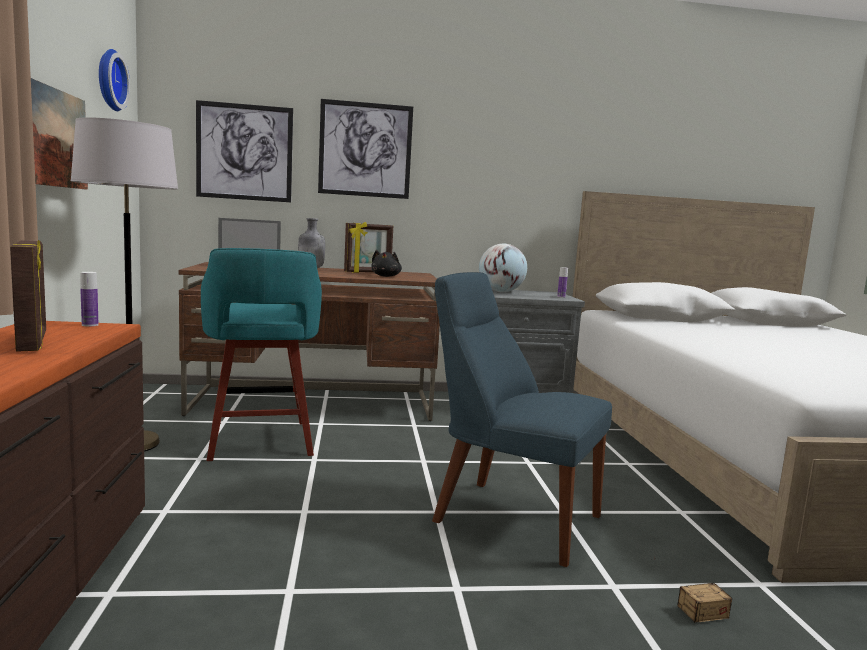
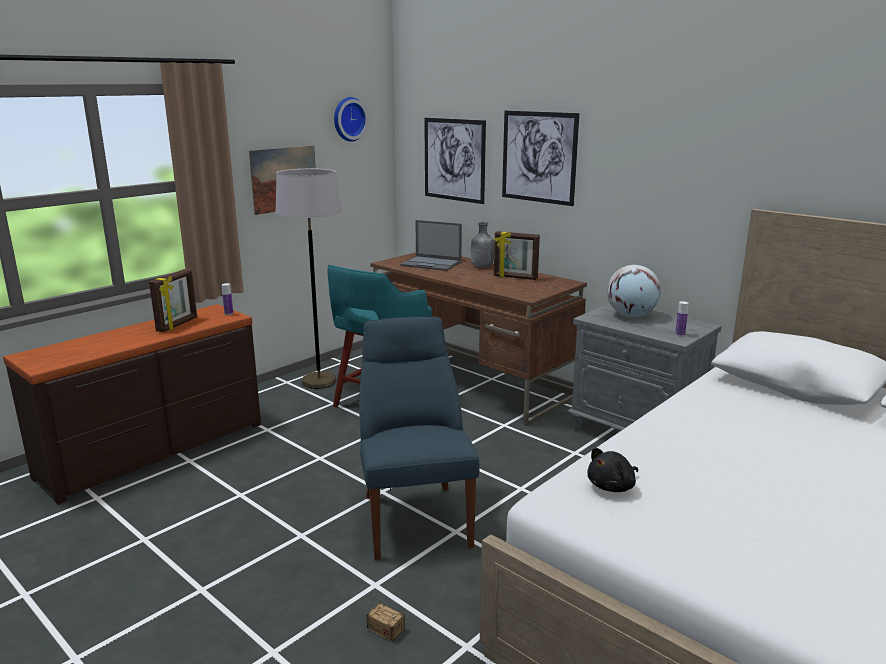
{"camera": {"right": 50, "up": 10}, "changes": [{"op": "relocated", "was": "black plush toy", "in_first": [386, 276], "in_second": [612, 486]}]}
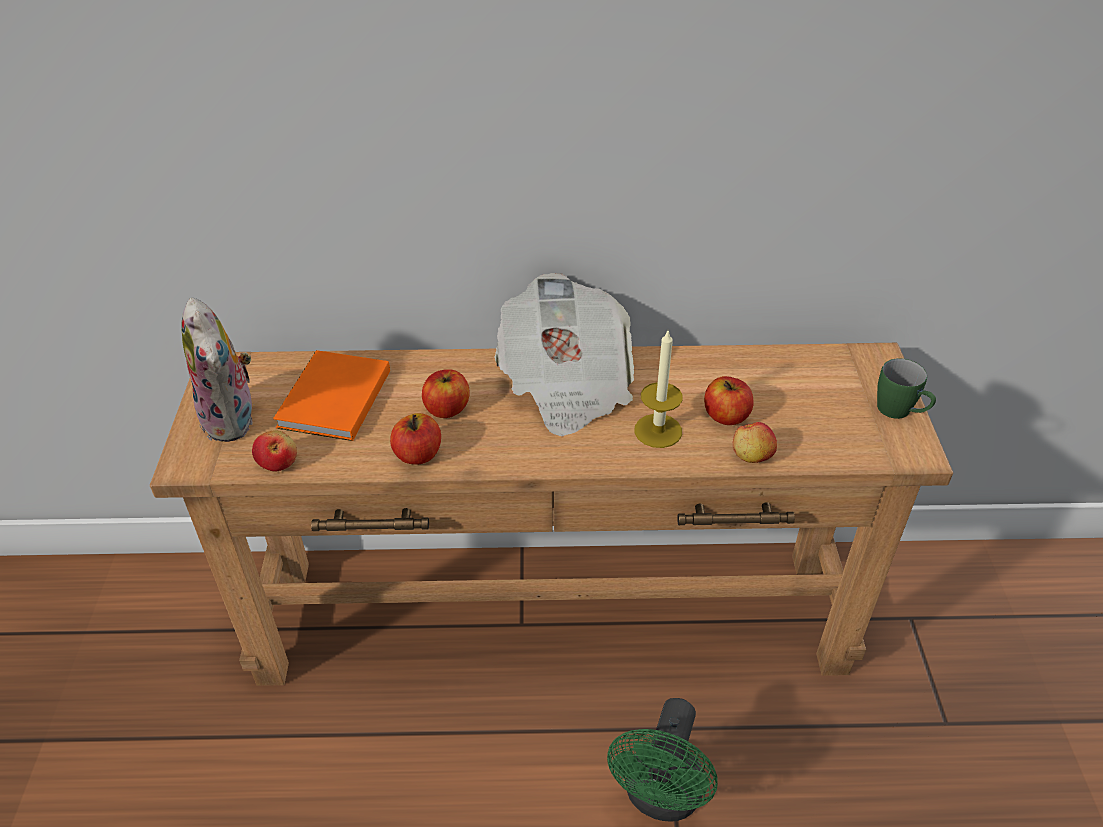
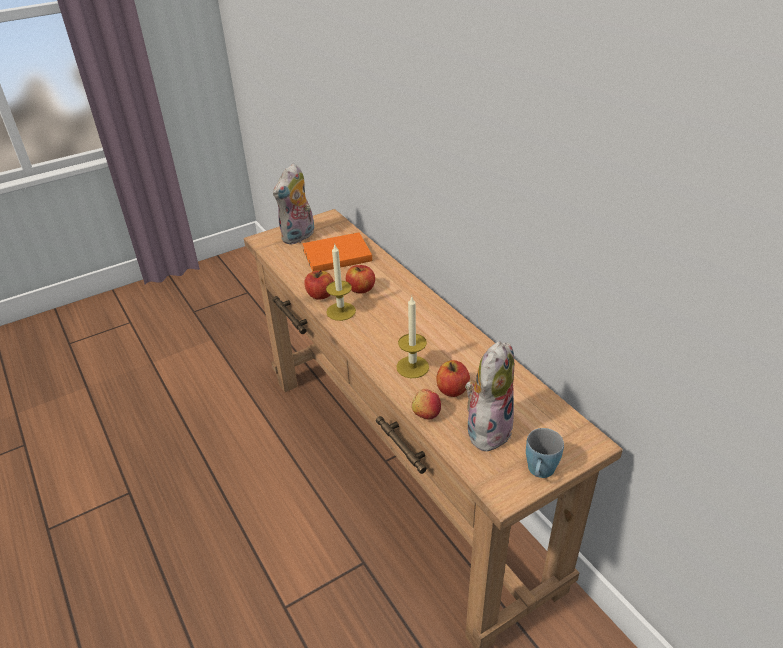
{"camera": {"right": 60, "up": -5}, "changes": [{"op": "missing", "was": "newspaper", "in_first": [566, 384]}, {"op": "colour", "was": "green mug", "now": "blue mug", "in_first": [900, 412], "in_second": [539, 472]}, {"op": "missing", "was": "apple", "in_first": [278, 462]}, {"op": "missing", "was": "green fan", "in_first": [661, 798]}, {"op": "appeared", "now": "candle", "in_second": [341, 311]}, {"op": "appeared", "now": "plush toy", "in_second": [487, 428]}]}
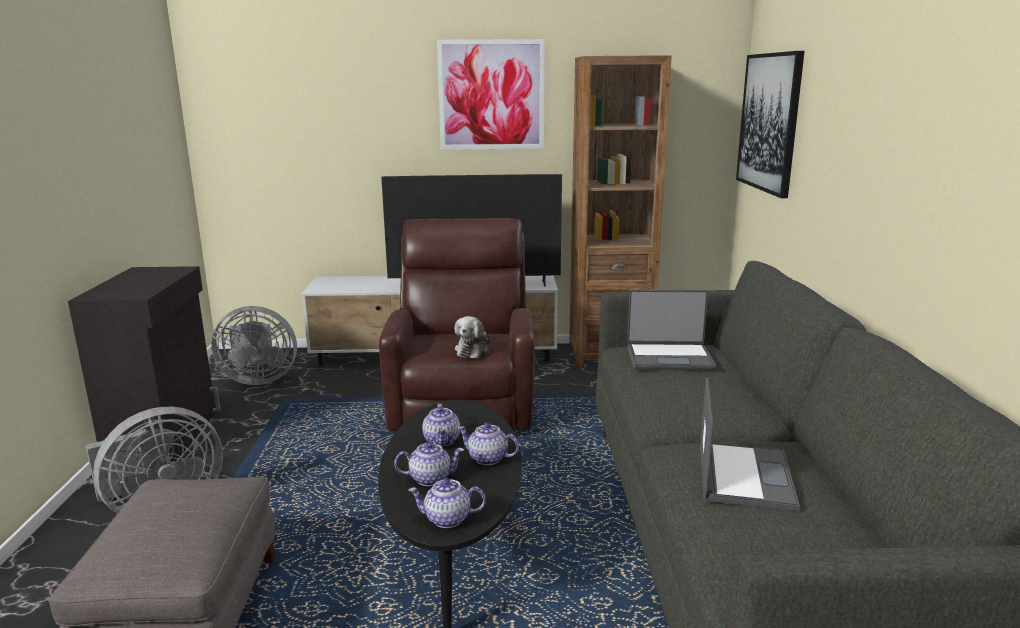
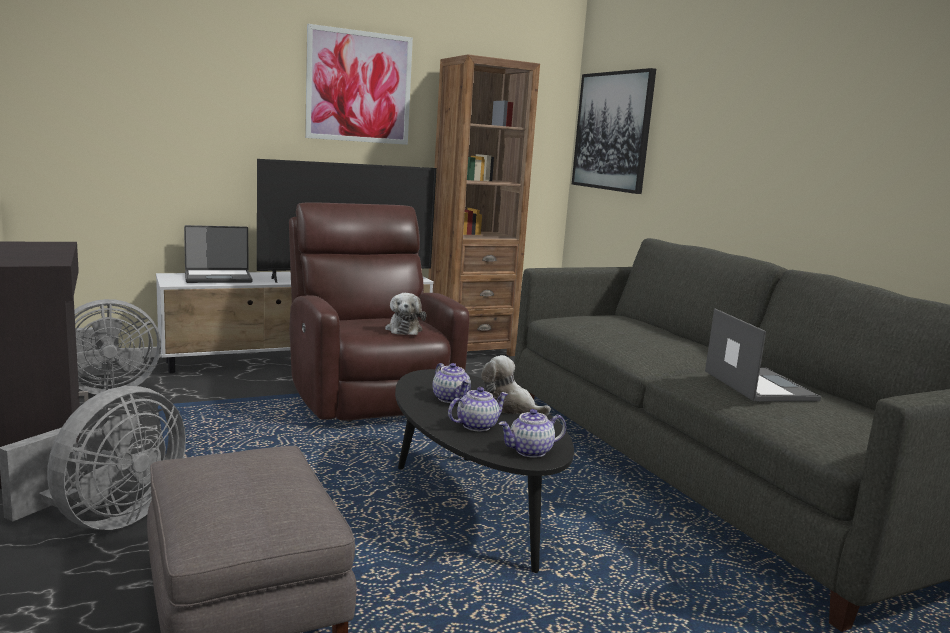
{"camera": {"right": -25, "up": -5}, "changes": [{"op": "relocated", "was": "laptop", "in_first": [669, 358], "in_second": [218, 278]}, {"op": "exchanged", "was": "teapot", "now": "plush toy", "in_first": [487, 459], "in_second": [509, 408]}]}
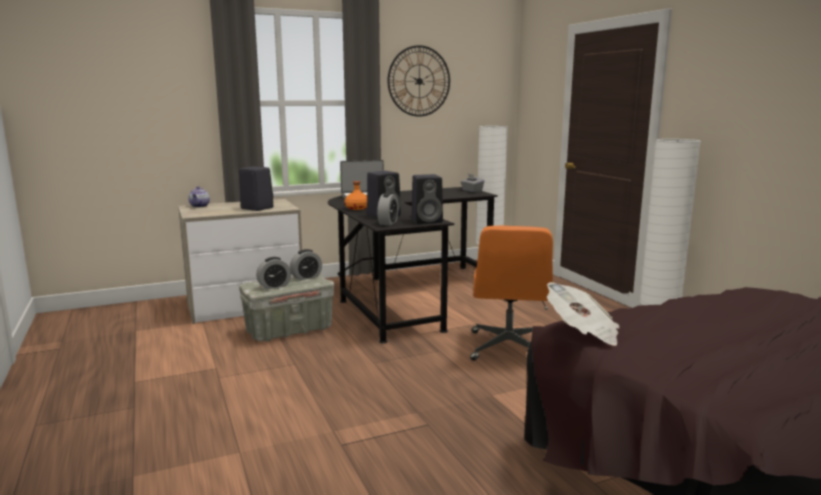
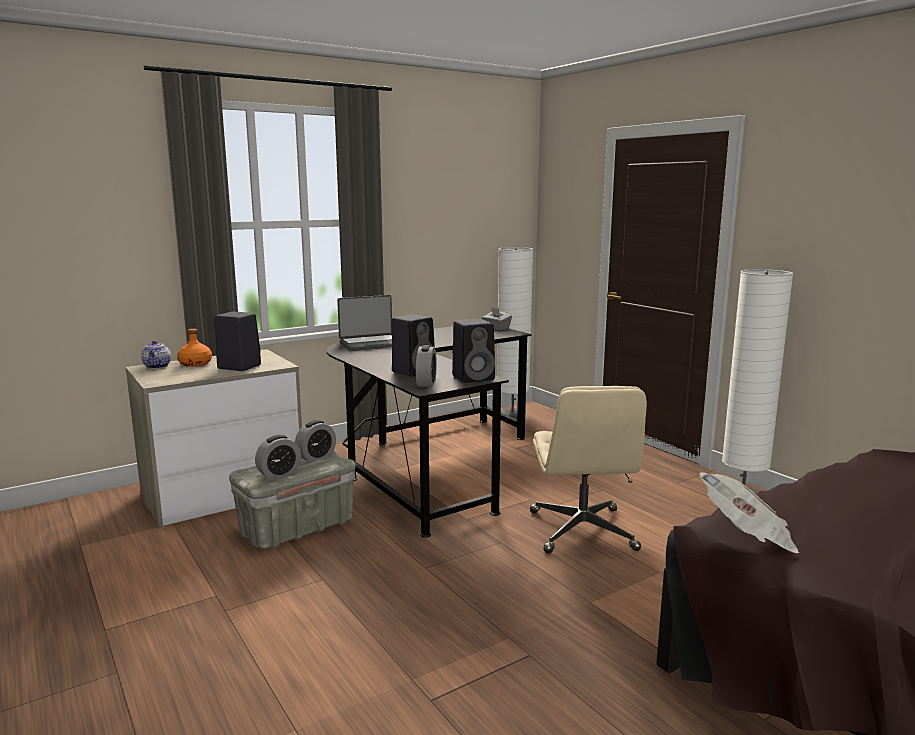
{"camera": {"right": -10, "up": 0}, "changes": [{"op": "missing", "was": "wall clock", "in_first": [419, 81]}, {"op": "relocated", "was": "orange bottle", "in_first": [357, 208], "in_second": [195, 364]}, {"op": "colour", "was": "orange office chair", "now": "beige office chair", "in_first": [508, 348], "in_second": [582, 531]}]}
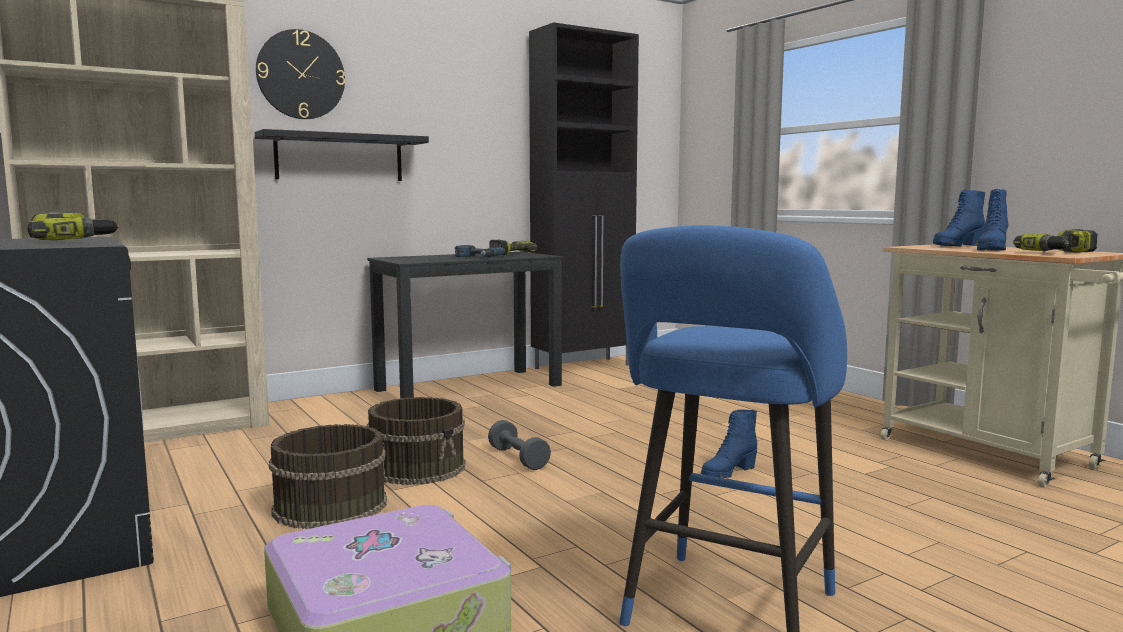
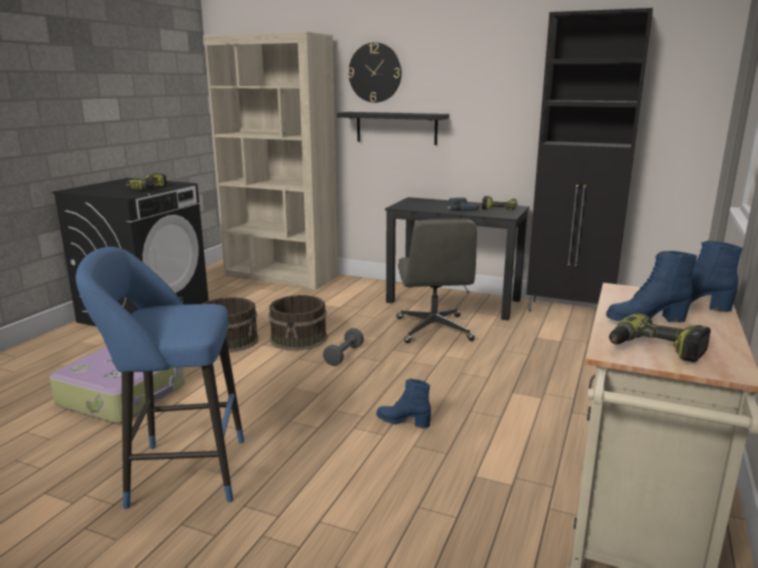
{"camera": {"right": 55, "up": 10}, "changes": [{"op": "appeared", "now": "grey office chair", "in_second": [434, 329]}]}
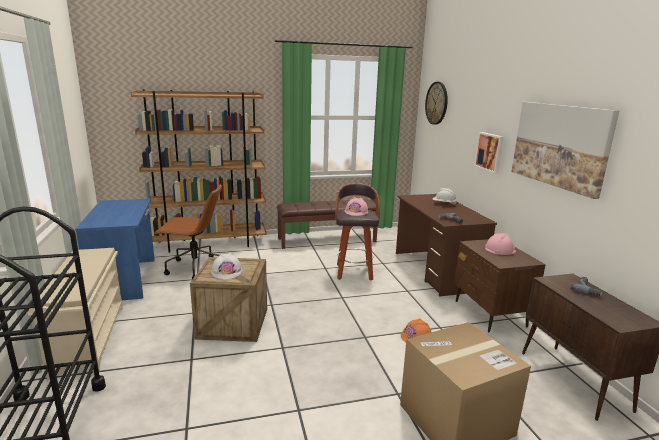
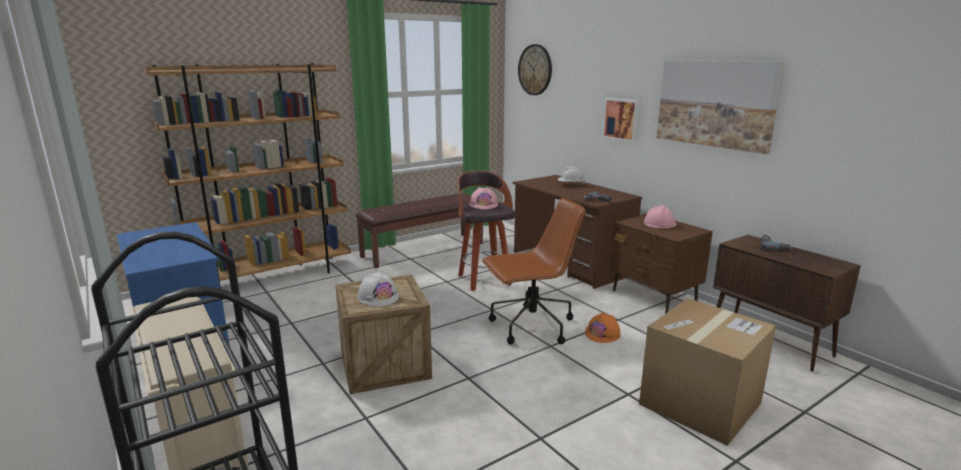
{"camera": {"right": -20, "up": 0}, "changes": [{"op": "relocated", "was": "brown office chair", "in_first": [194, 268], "in_second": [530, 327]}]}
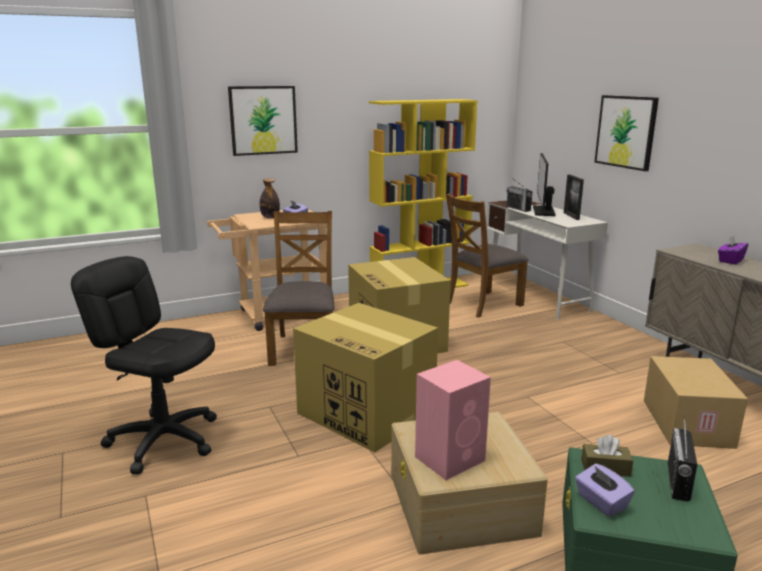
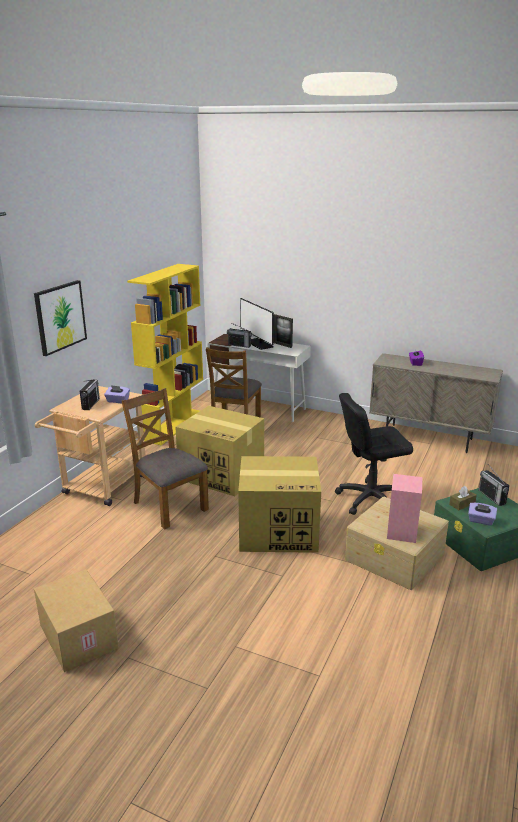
{"camera": {"right": -40, "up": 5}, "changes": [{"op": "missing", "was": "picture", "in_first": [626, 132]}, {"op": "exchanged", "was": "bottle", "now": "radio", "in_first": [270, 217], "in_second": [91, 404]}, {"op": "relocated", "was": "black office chair", "in_first": [164, 440], "in_second": [370, 499]}, {"op": "relocated", "was": "cardboard box", "in_first": [685, 422], "in_second": [77, 636]}]}
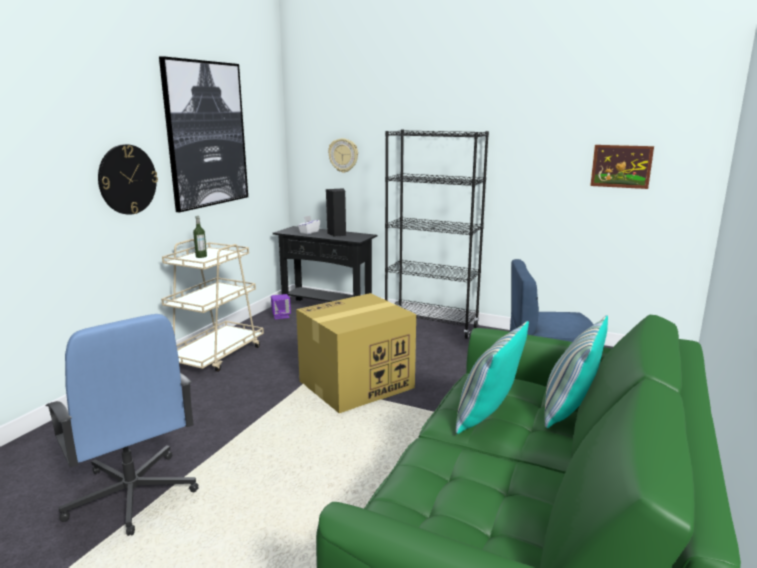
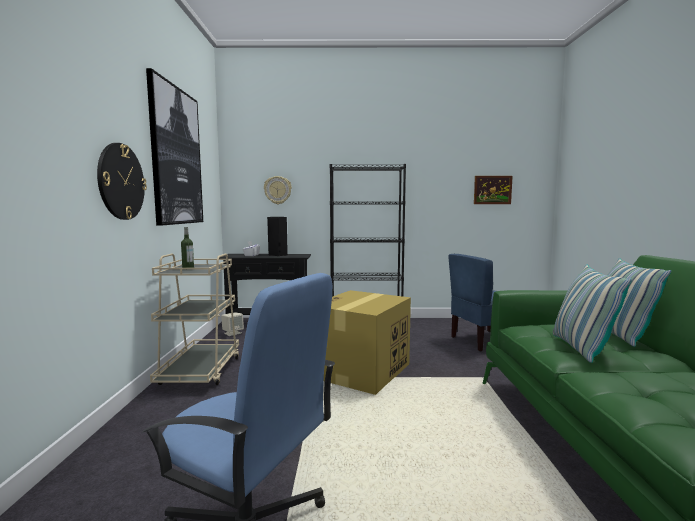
{"camera": {"right": -25, "up": -10}, "changes": [{"op": "colour", "was": "purple speaker", "now": "beige speaker", "in_first": [281, 316], "in_second": [232, 333]}]}
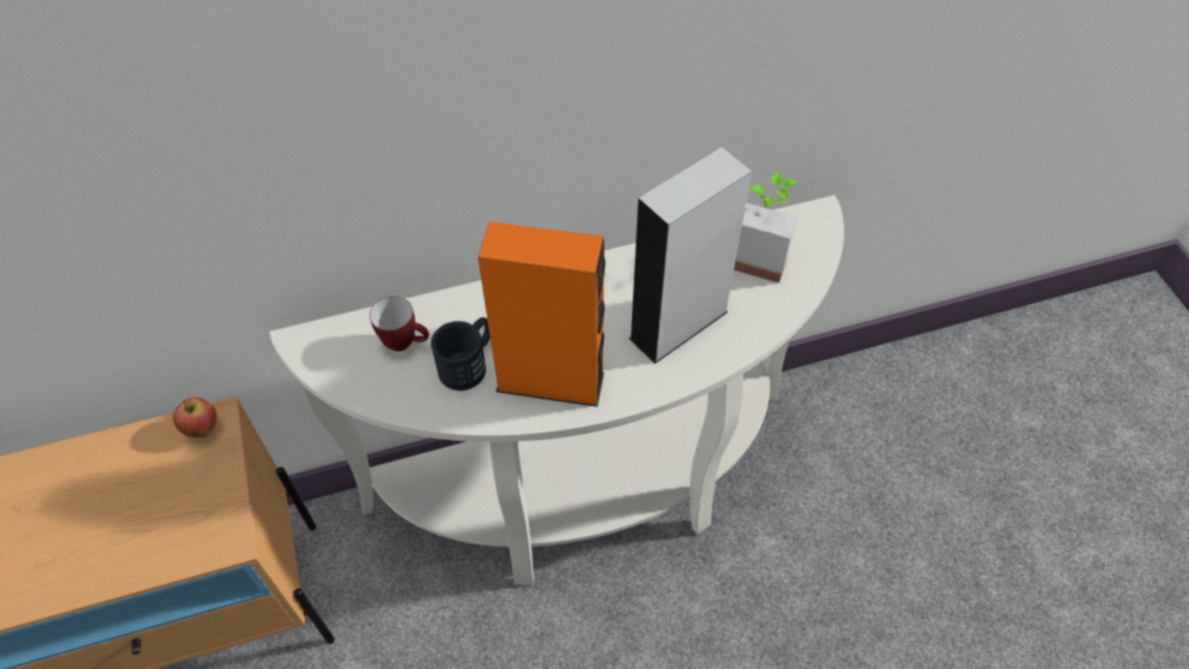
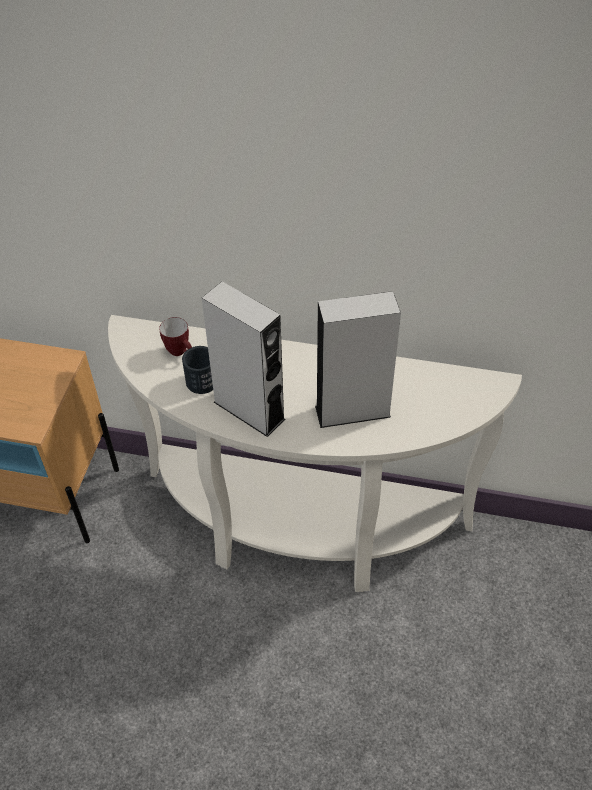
{"camera": {"right": 30, "up": -5}, "changes": [{"op": "missing", "was": "potted plant", "in_first": [758, 255]}, {"op": "colour", "was": "orange speaker", "now": "grey speaker", "in_first": [550, 382], "in_second": [249, 410]}, {"op": "missing", "was": "apple", "in_first": [202, 429]}]}
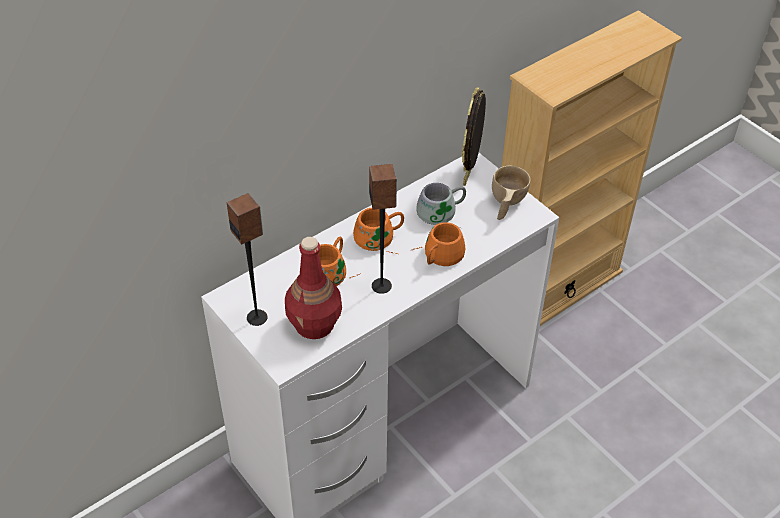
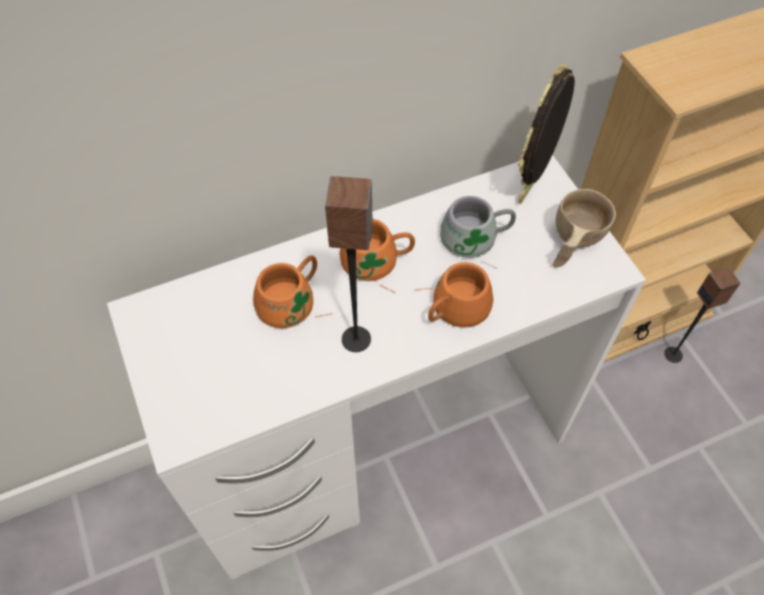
{"camera": {"right": 15, "up": 10}, "changes": [{"op": "relocated", "was": "speaker", "in_first": [257, 317], "in_second": [673, 354]}, {"op": "missing", "was": "red bottle", "in_first": [315, 324]}]}
